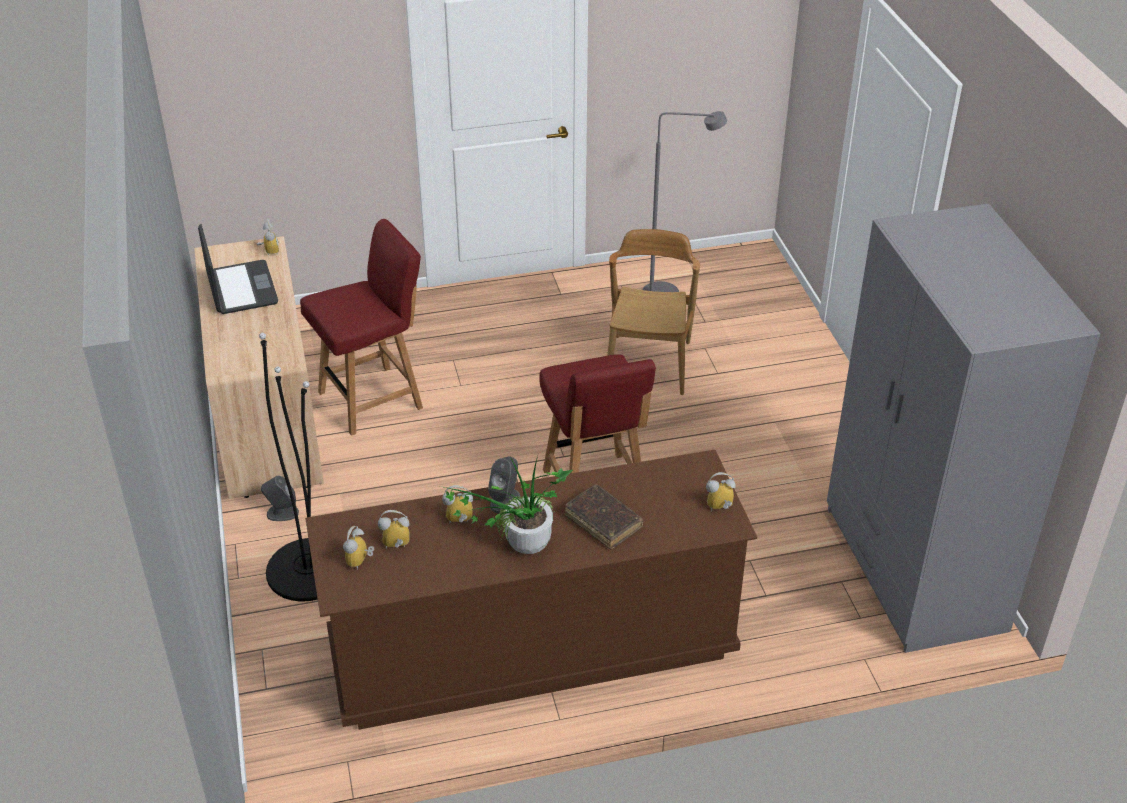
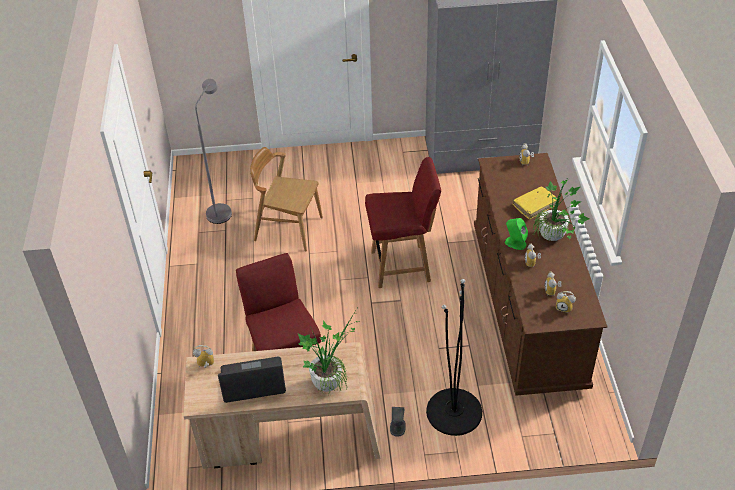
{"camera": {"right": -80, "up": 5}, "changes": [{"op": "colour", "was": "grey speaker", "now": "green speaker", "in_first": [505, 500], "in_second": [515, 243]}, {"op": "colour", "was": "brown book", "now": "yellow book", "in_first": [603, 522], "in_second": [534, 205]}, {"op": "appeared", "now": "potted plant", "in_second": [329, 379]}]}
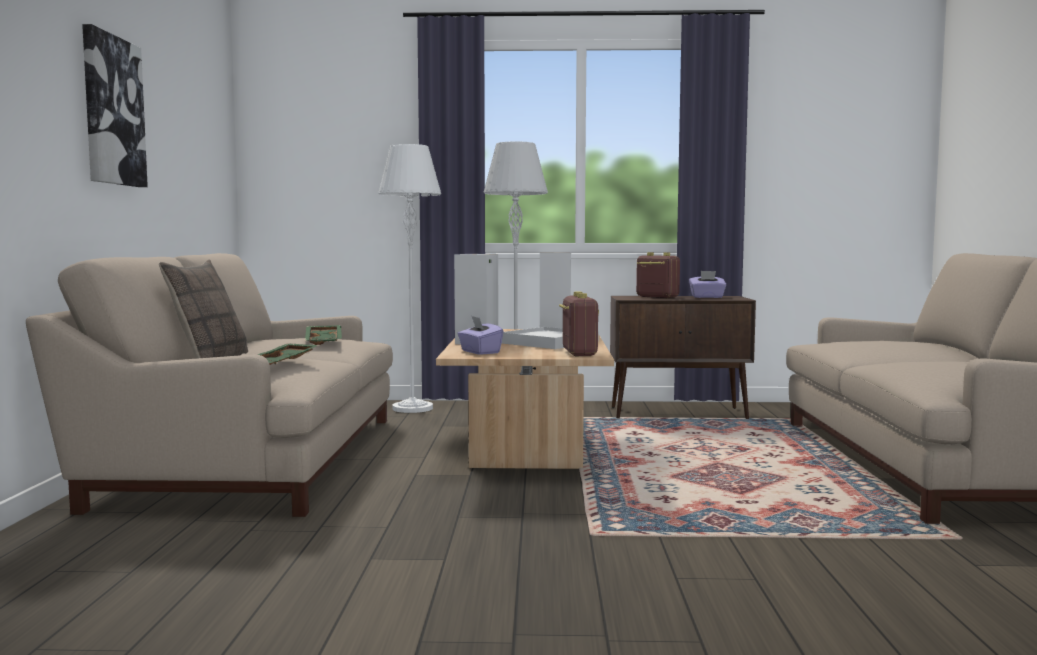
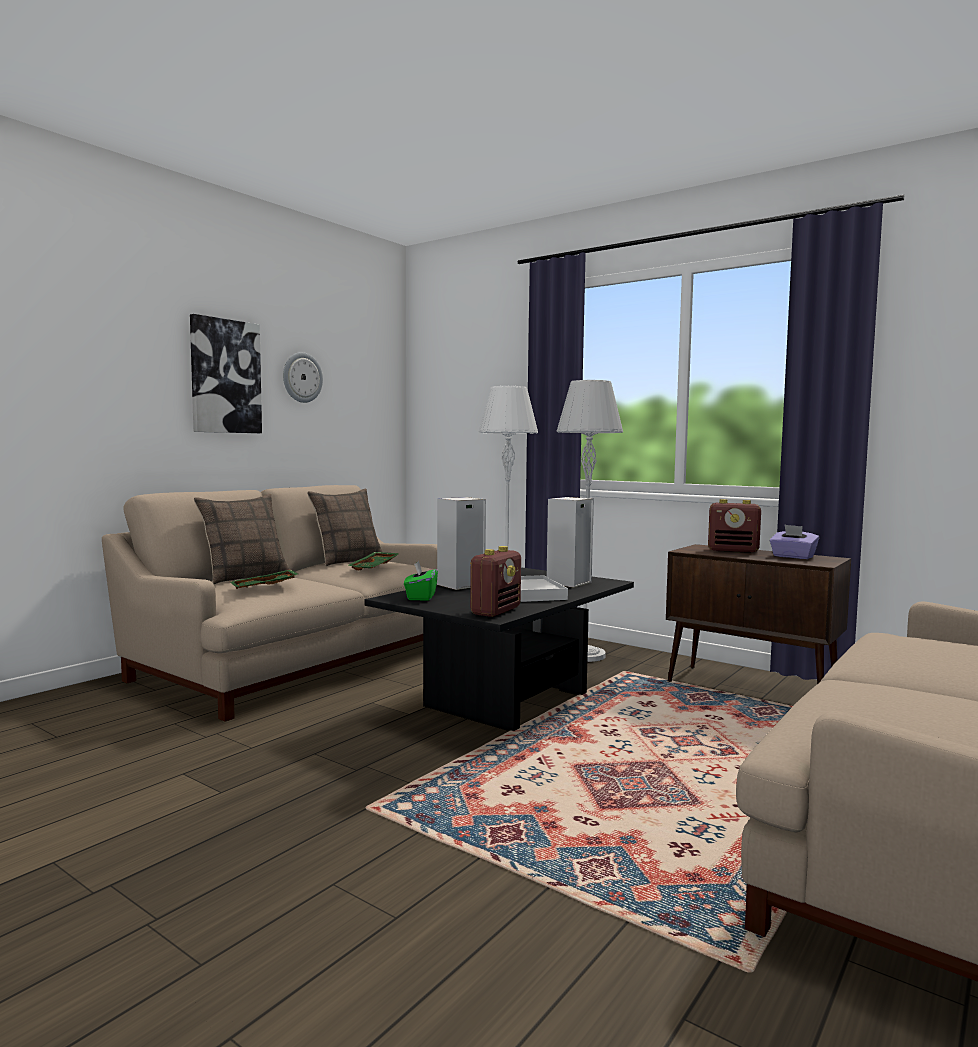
{"camera": {"right": 35, "up": 0}, "changes": [{"op": "spun", "was": "radio", "in_first": [656, 297], "in_second": [733, 551], "clockwise": 120}, {"op": "colour", "was": "purple tissue box", "now": "green tissue box", "in_first": [479, 352], "in_second": [420, 597]}, {"op": "colour", "was": "beige coffee table", "now": "black coffee table", "in_first": [527, 450], "in_second": [507, 699]}, {"op": "appeared", "now": "wall clock", "in_second": [302, 377]}, {"op": "appeared", "now": "pillow", "in_second": [347, 560]}]}
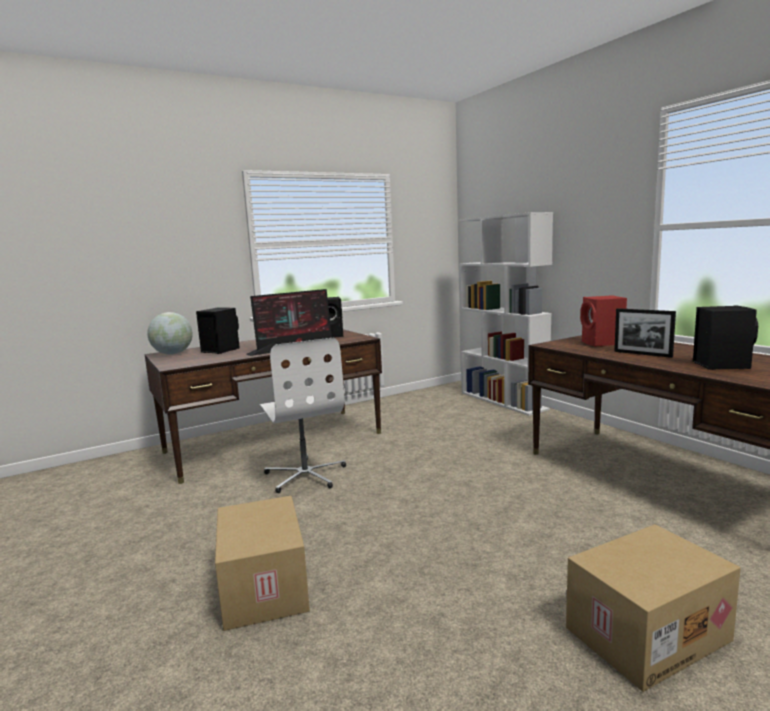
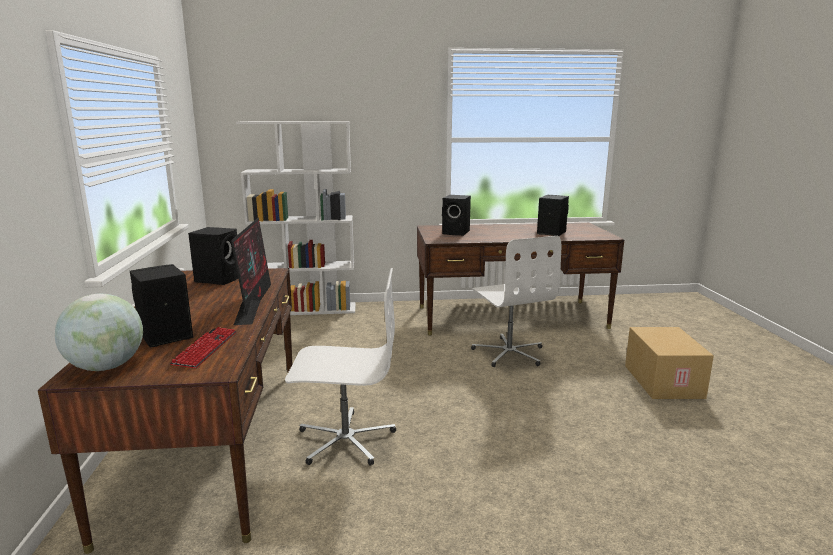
{"camera": {"right": -65, "up": 5}, "changes": [{"op": "colour", "was": "red speaker", "now": "black speaker", "in_first": [602, 343], "in_second": [457, 232]}, {"op": "missing", "was": "picture frame", "in_first": [642, 354]}, {"op": "missing", "was": "cardboard box", "in_first": [266, 587]}, {"op": "appeared", "now": "white office chair", "in_second": [509, 353]}, {"op": "appeared", "now": "keyboard", "in_second": [205, 348]}]}
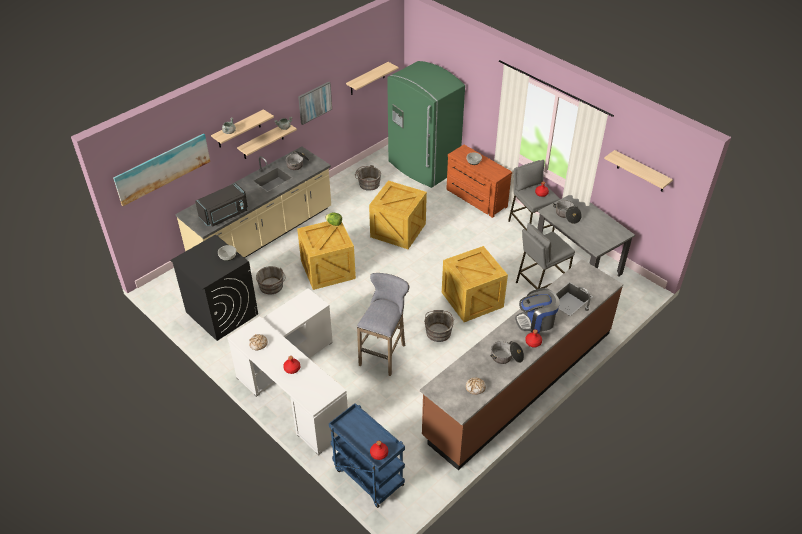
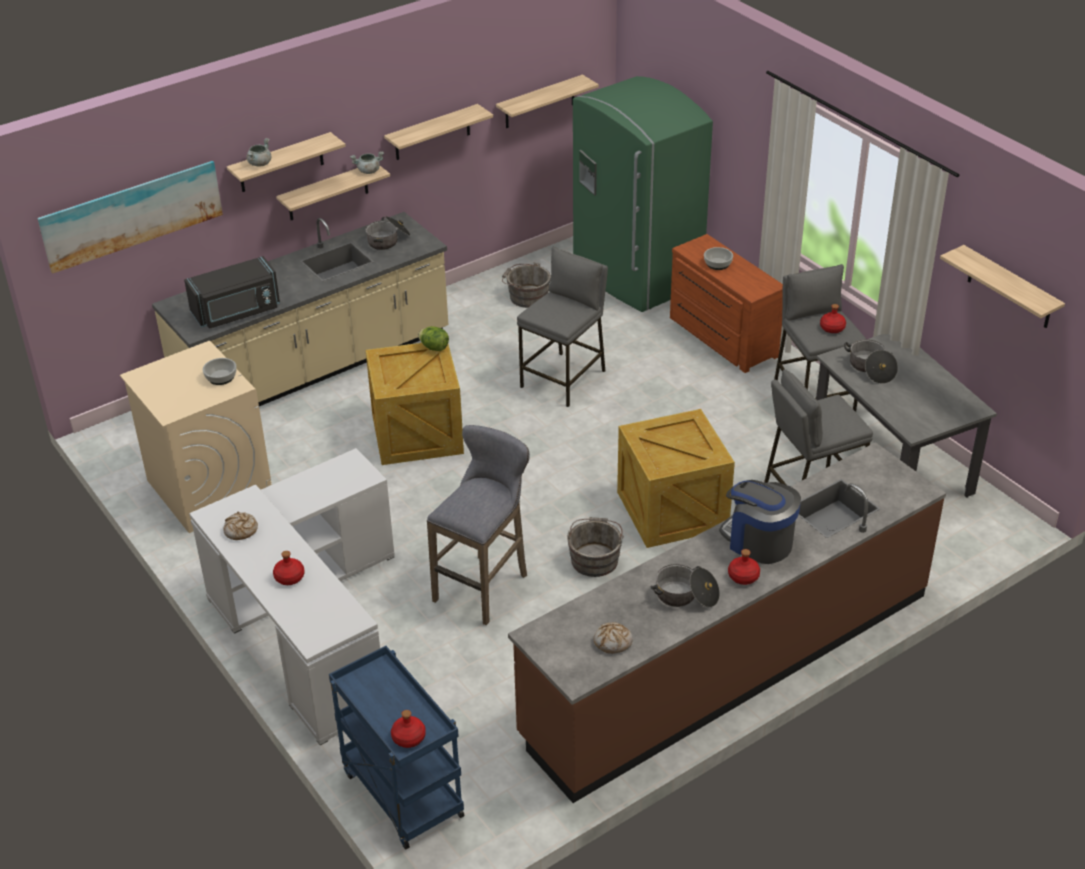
{"camera": {"right": 10, "up": -5}, "changes": [{"op": "exchanged", "was": "picture", "now": "shelf", "in_first": [314, 102], "in_second": [432, 133]}, {"op": "exchanged", "was": "crate", "now": "grey stool", "in_first": [399, 230], "in_second": [564, 379]}, {"op": "colour", "was": "black washing machine", "now": "beige washing machine", "in_first": [221, 313], "in_second": [209, 488]}, {"op": "missing", "was": "grey bucket", "in_first": [272, 287]}, {"op": "spun", "was": "coffee machine", "in_first": [536, 321], "in_second": [758, 541], "clockwise": 45}]}
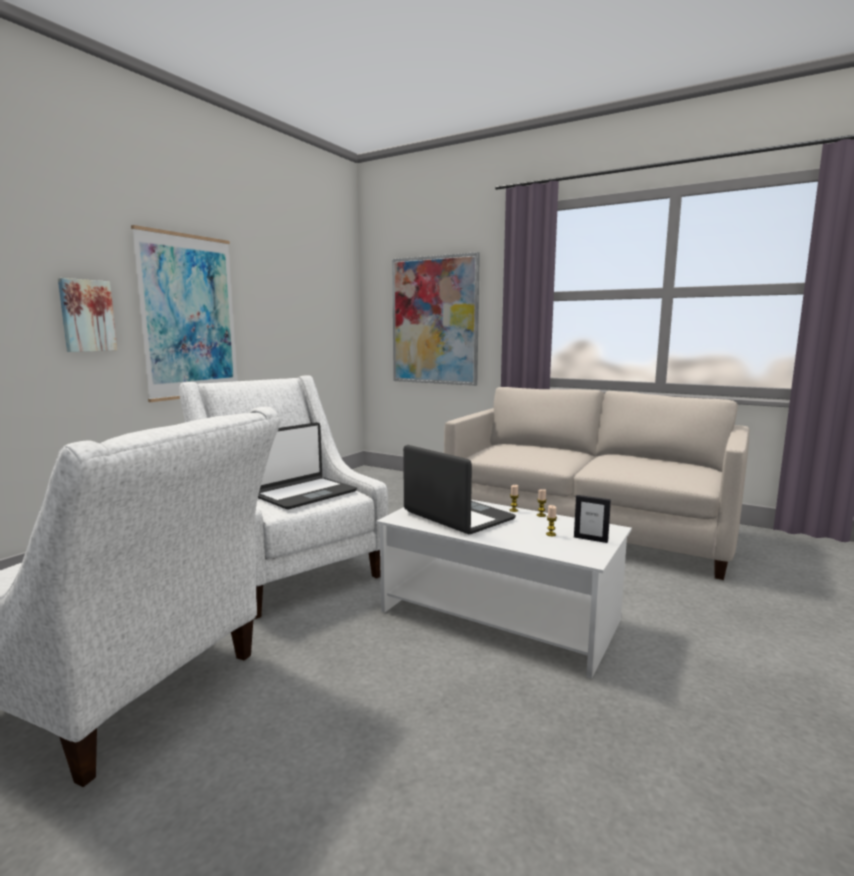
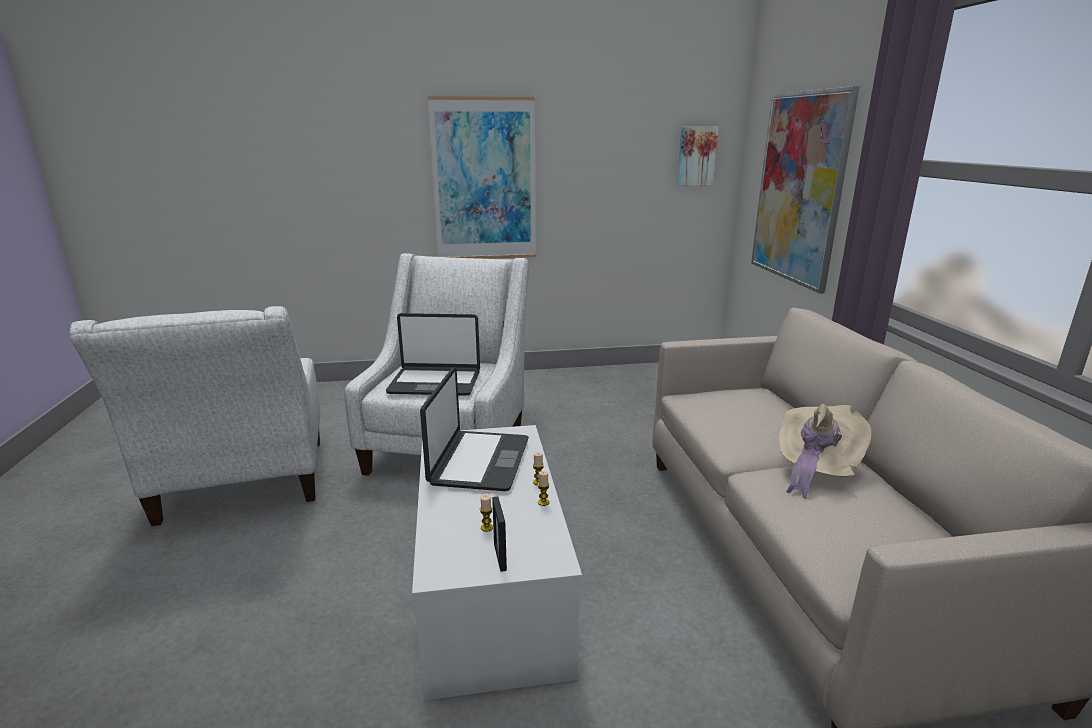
{"camera": {"right": 50, "up": 10}, "changes": [{"op": "relocated", "was": "picture", "in_first": [87, 315], "in_second": [696, 156]}, {"op": "appeared", "now": "beige hat", "in_second": [814, 469]}]}
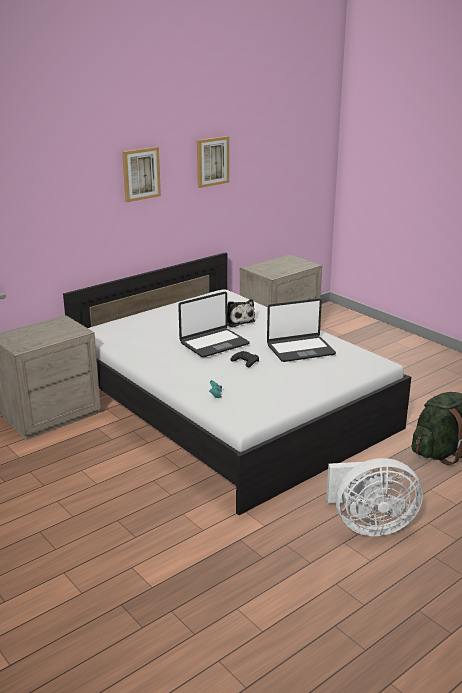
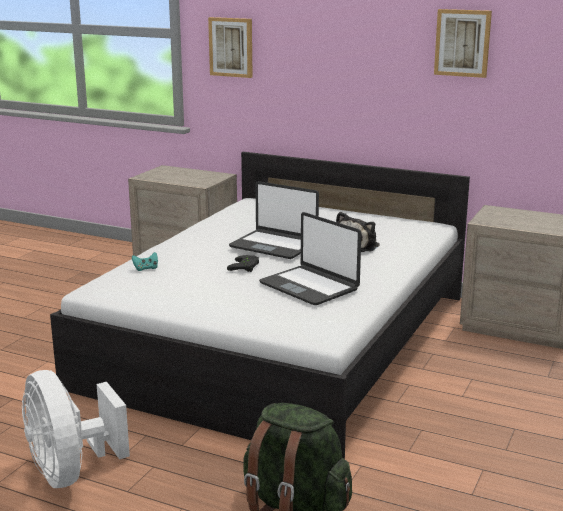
{"camera": {"right": 65, "up": -5}, "changes": [{"op": "relocated", "was": "picture", "in_first": [141, 174], "in_second": [231, 47]}]}
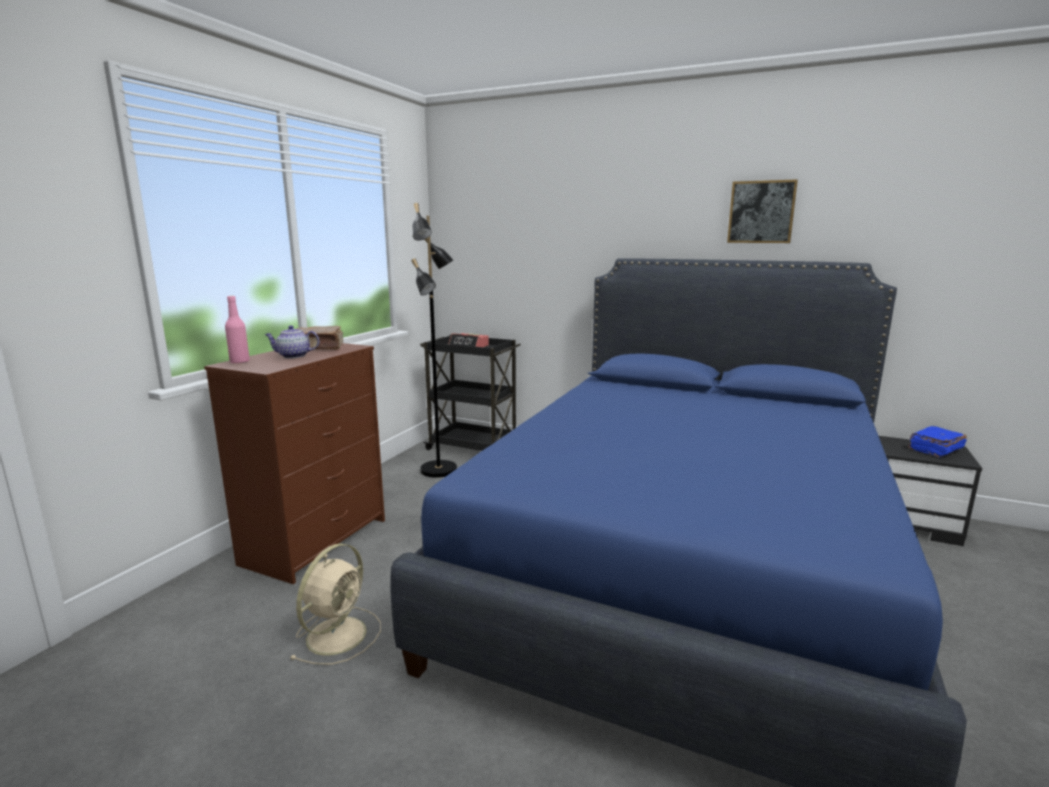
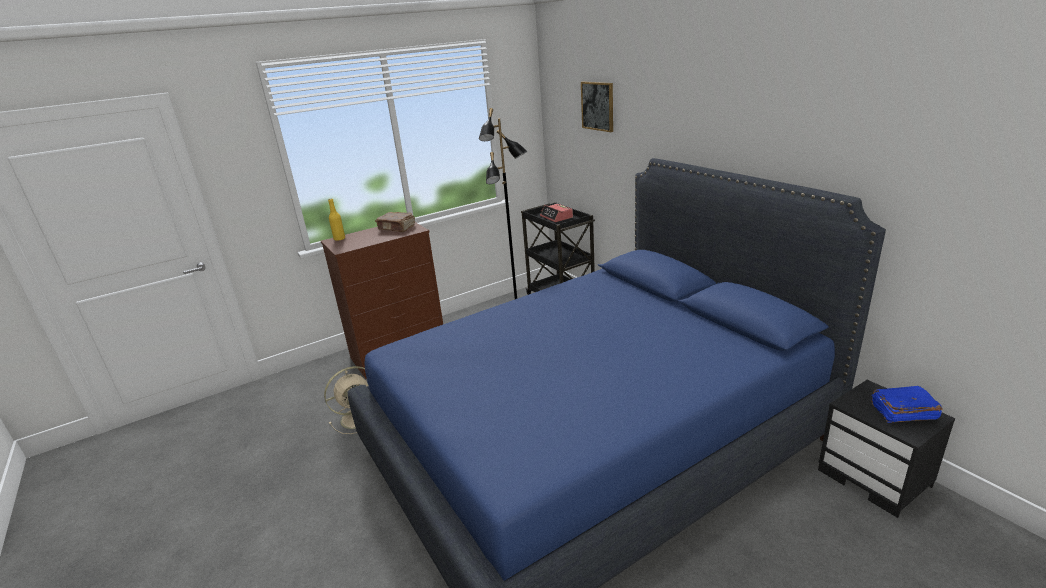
{"camera": {"right": 35, "up": 10}, "changes": [{"op": "relocated", "was": "picture", "in_first": [761, 212], "in_second": [598, 106]}, {"op": "colour", "was": "pink bottle", "now": "yellow bottle", "in_first": [239, 362], "in_second": [339, 239]}, {"op": "missing", "was": "teapot", "in_first": [293, 356]}]}
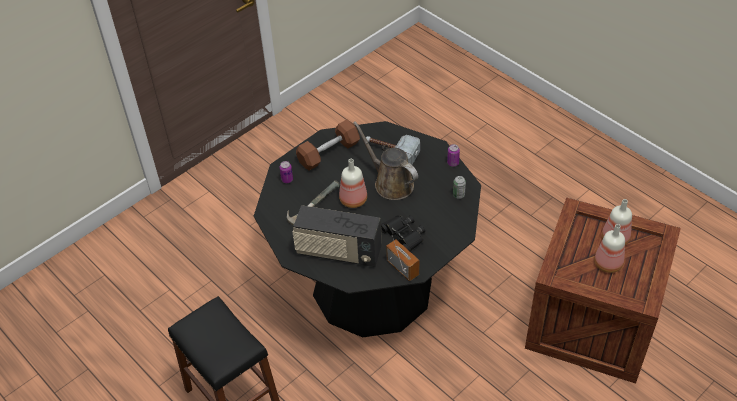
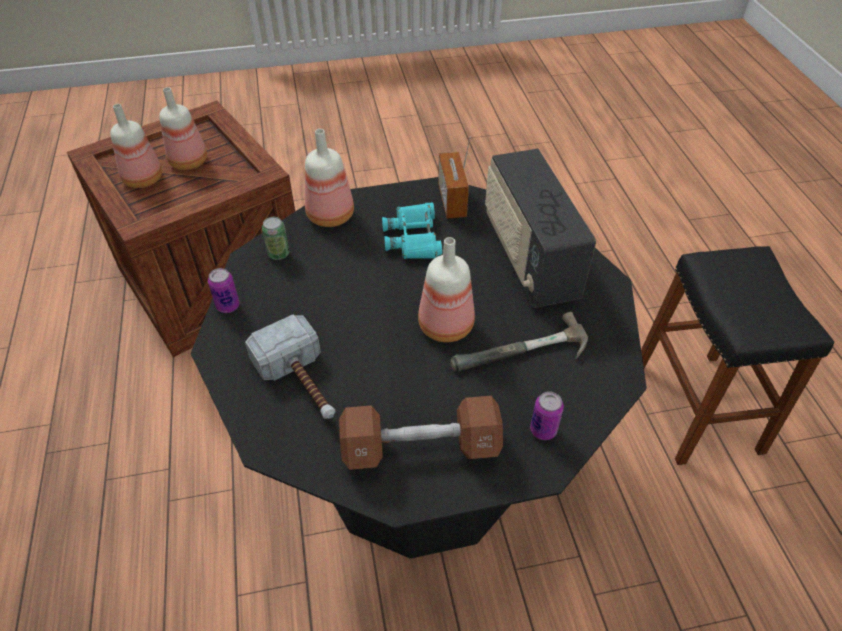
{"camera": {"right": -150, "up": 0}, "changes": [{"op": "missing", "was": "brown watering can", "in_first": [390, 183]}, {"op": "spun", "was": "radio", "in_first": [338, 252], "in_second": [528, 258], "clockwise": -150}, {"op": "colour", "was": "black binoculars", "now": "turquoise binoculars", "in_first": [403, 235], "in_second": [414, 238]}, {"op": "appeared", "now": "bottle", "in_second": [332, 215]}]}
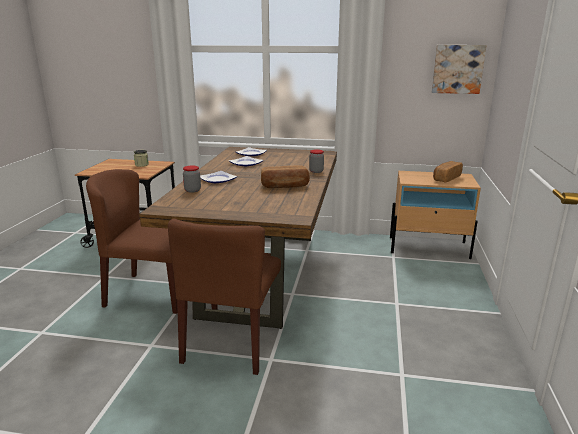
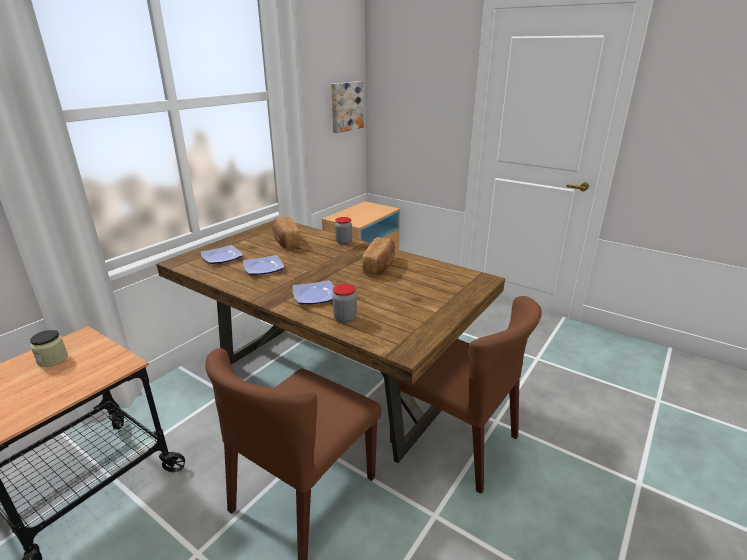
{"camera": {"right": -65, "up": 5}, "changes": [{"op": "relocated", "was": "bread", "in_first": [446, 178], "in_second": [285, 241]}]}
